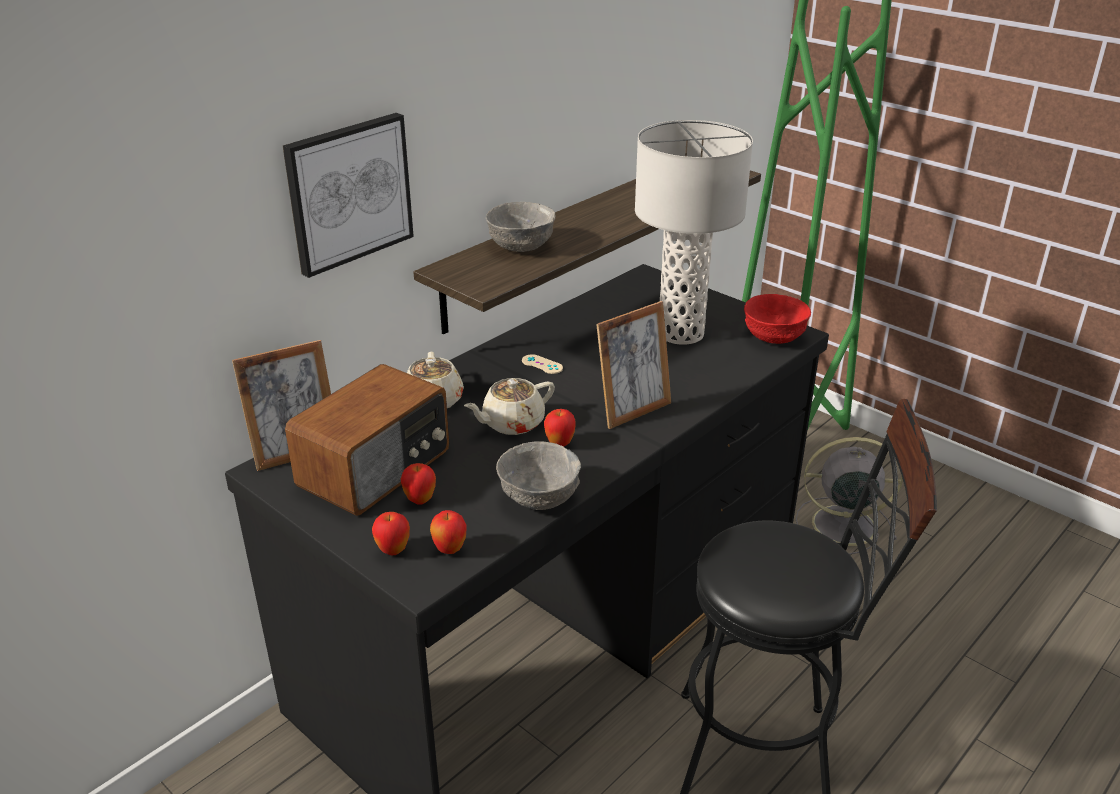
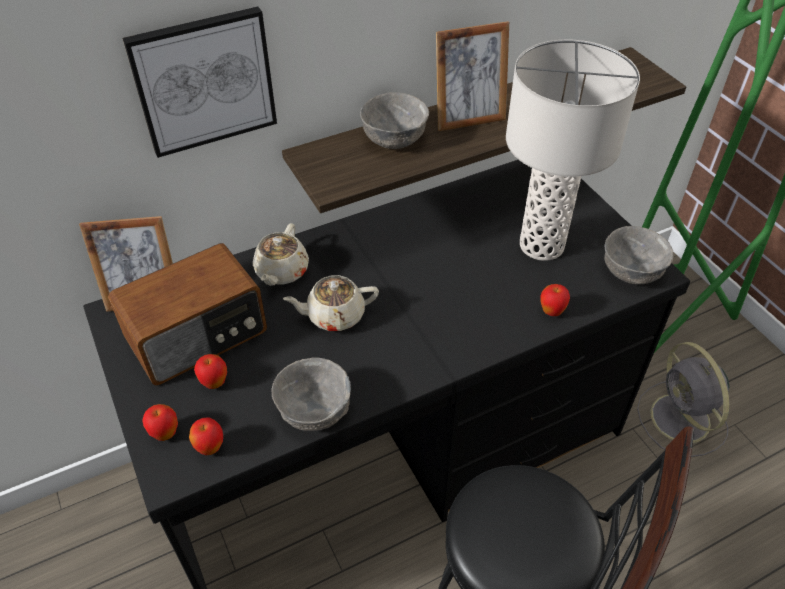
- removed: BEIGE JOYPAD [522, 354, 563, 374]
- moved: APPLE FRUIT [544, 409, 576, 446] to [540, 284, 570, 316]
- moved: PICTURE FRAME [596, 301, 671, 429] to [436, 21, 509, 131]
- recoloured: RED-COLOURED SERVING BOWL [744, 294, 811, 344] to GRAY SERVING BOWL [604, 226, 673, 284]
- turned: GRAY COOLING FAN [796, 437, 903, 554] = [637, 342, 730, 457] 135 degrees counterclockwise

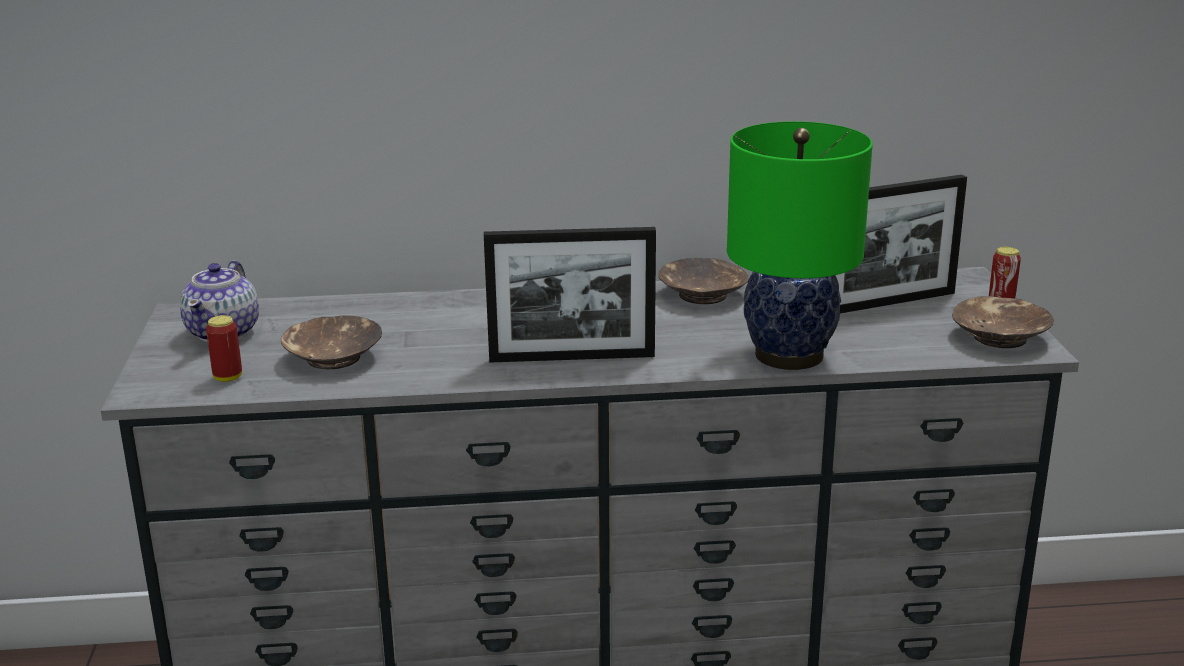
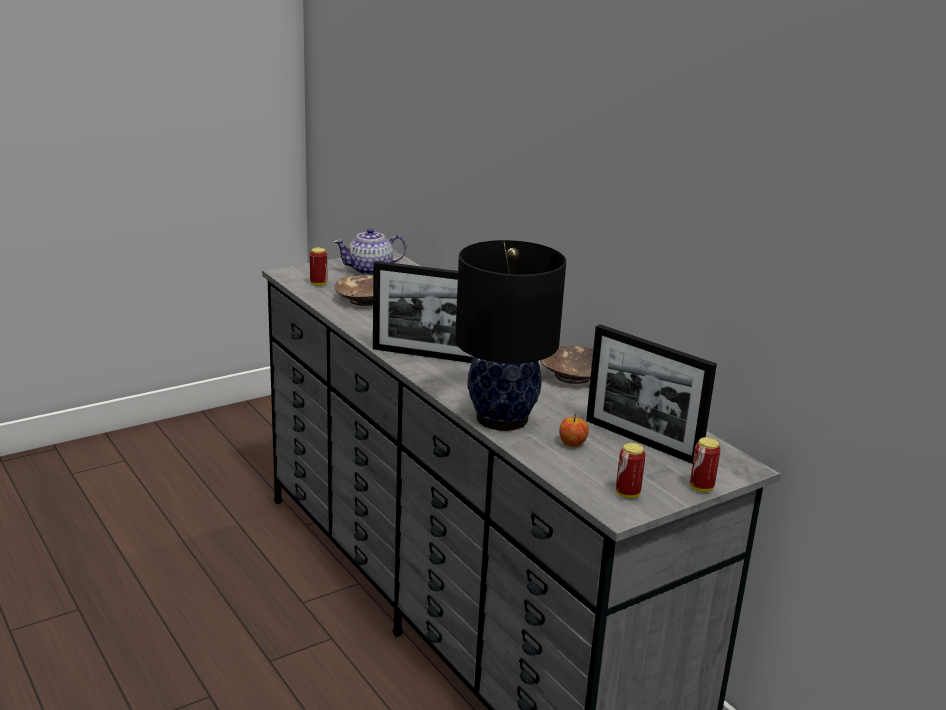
- added: APPLE FRUIT [559, 414, 589, 447]
- replaced: BROWN SERVING BOWL [952, 296, 1054, 348] to METAL CAN [616, 443, 645, 498]
- recoloured: GREEN TABLETOP LAMP [727, 121, 873, 370] to BLACKISH TABLETOP LAMP [455, 240, 566, 431]
- turned: PICTURE FRAME [484, 227, 656, 362] = [373, 261, 474, 363] 45 degrees counterclockwise

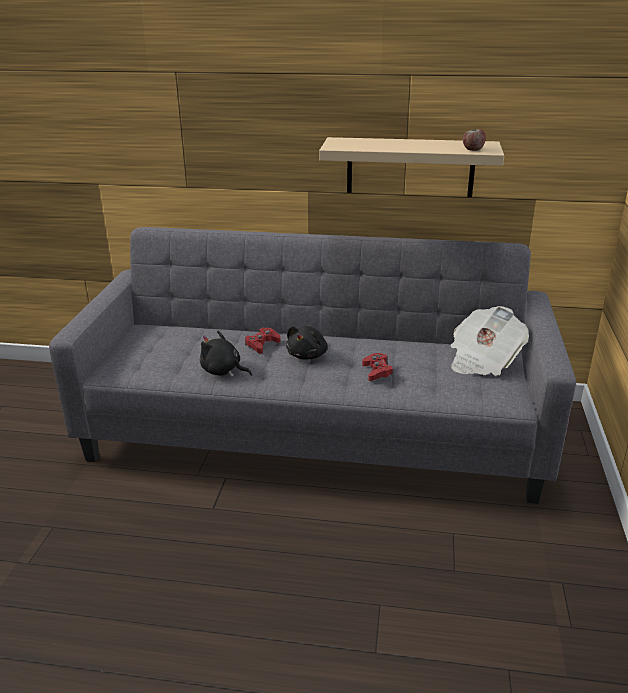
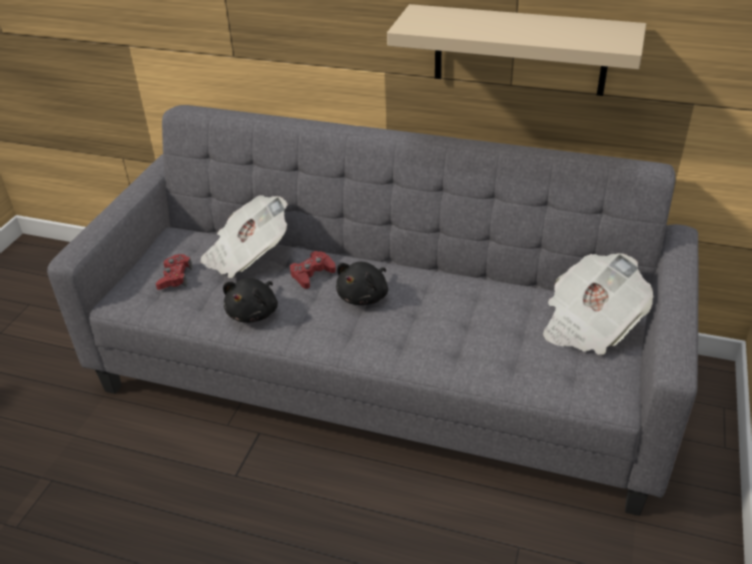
- removed: APPLE FRUIT [463, 129, 486, 151]
- added: NEWSPAPER [201, 195, 288, 278]
- moved: RED-COLOURED JOYPAD [362, 353, 393, 381] to [156, 254, 193, 290]
- turned: BLACKISH CUDDLY TOY [200, 331, 252, 377] = [223, 278, 278, 323] 105 degrees counterclockwise

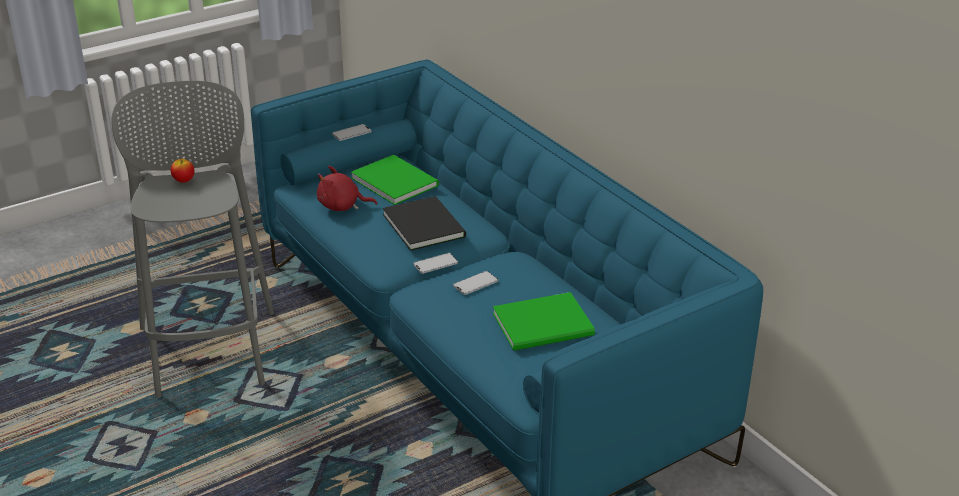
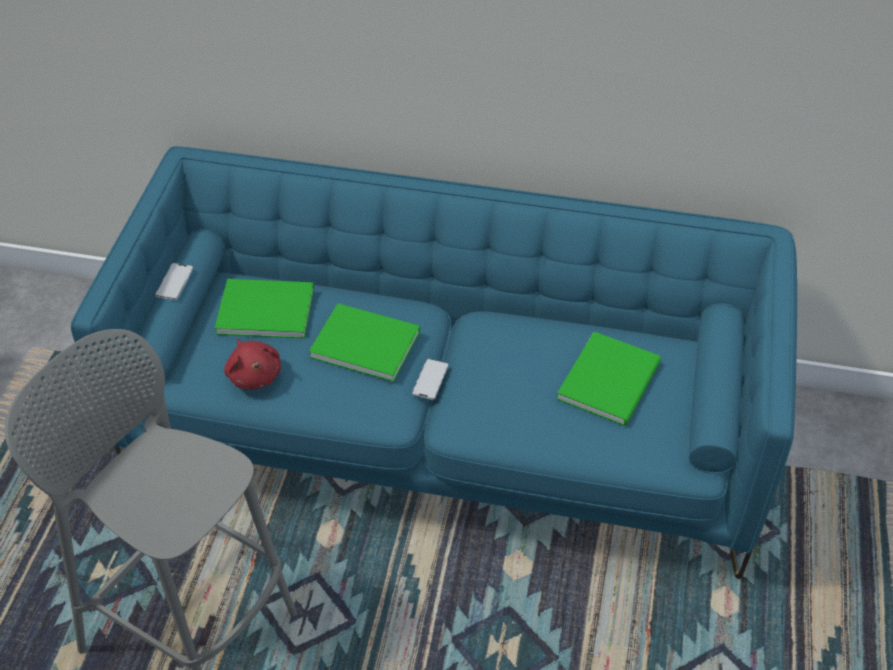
- removed: APPLE FRUIT [171, 159, 194, 183]
- removed: HANDSET [453, 271, 498, 295]
- recoloured: BLACKISH BOUND BOOK [383, 196, 466, 251] to GREEN BOUND BOOK [309, 303, 421, 382]
- turned: RED-COLOURED CUDDLY TOY [317, 166, 377, 211] = [224, 339, 281, 390] 75 degrees counterclockwise

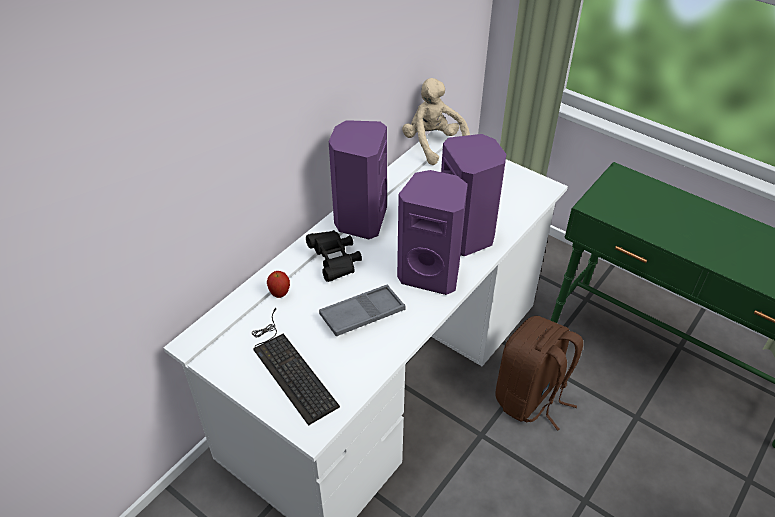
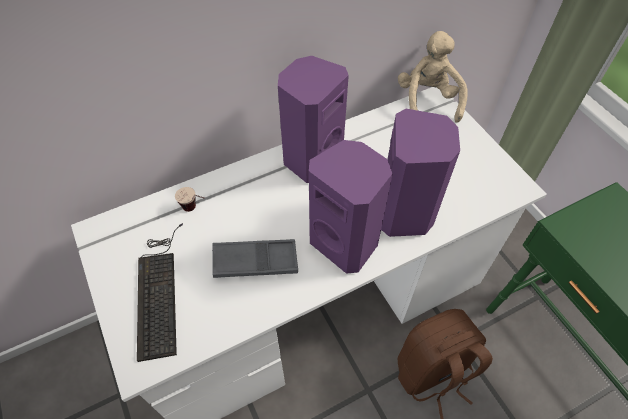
- removed: BLACKISH FIELD GLASSES [306, 230, 362, 282]
- replaced: APPLE FRUIT [267, 271, 290, 298] to SMALL CUP [175, 187, 204, 212]

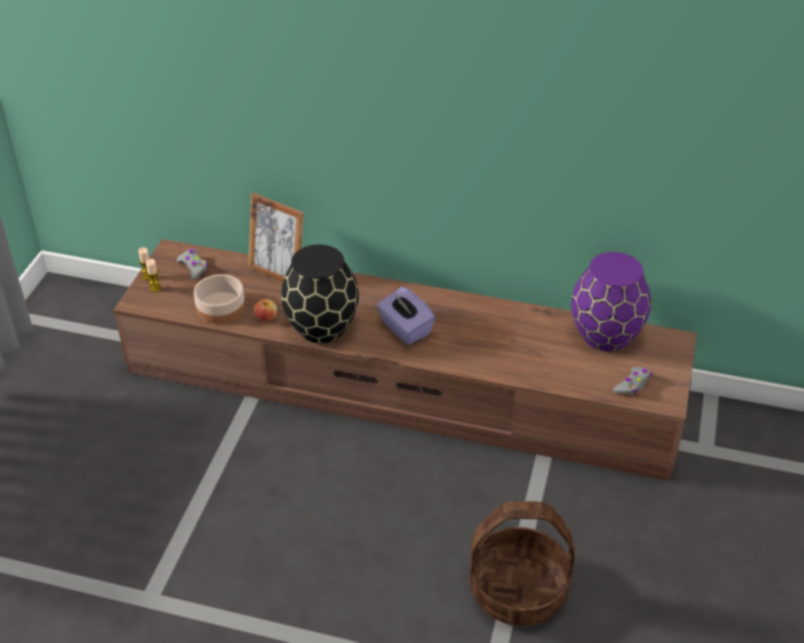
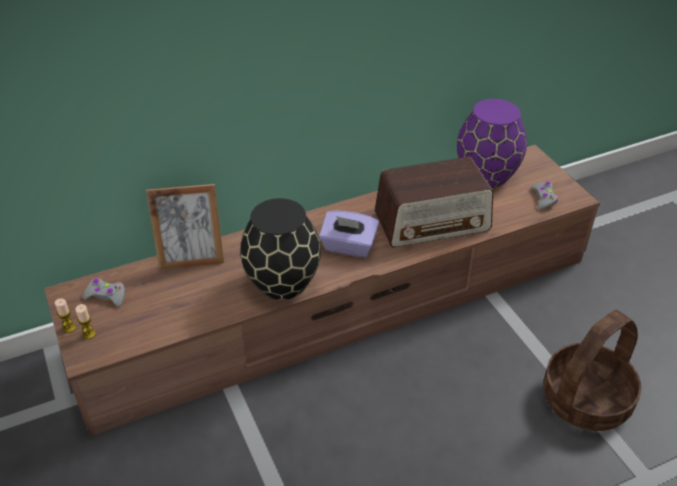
- removed: SERVING BOWL [194, 274, 245, 324]
- removed: APPLE FRUIT [254, 299, 277, 322]
- added: RADIO SET [375, 157, 493, 247]

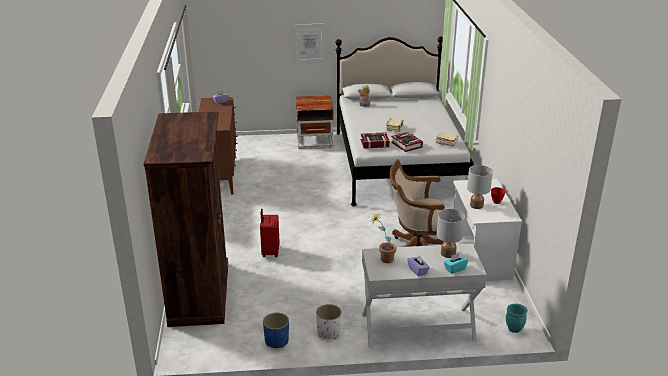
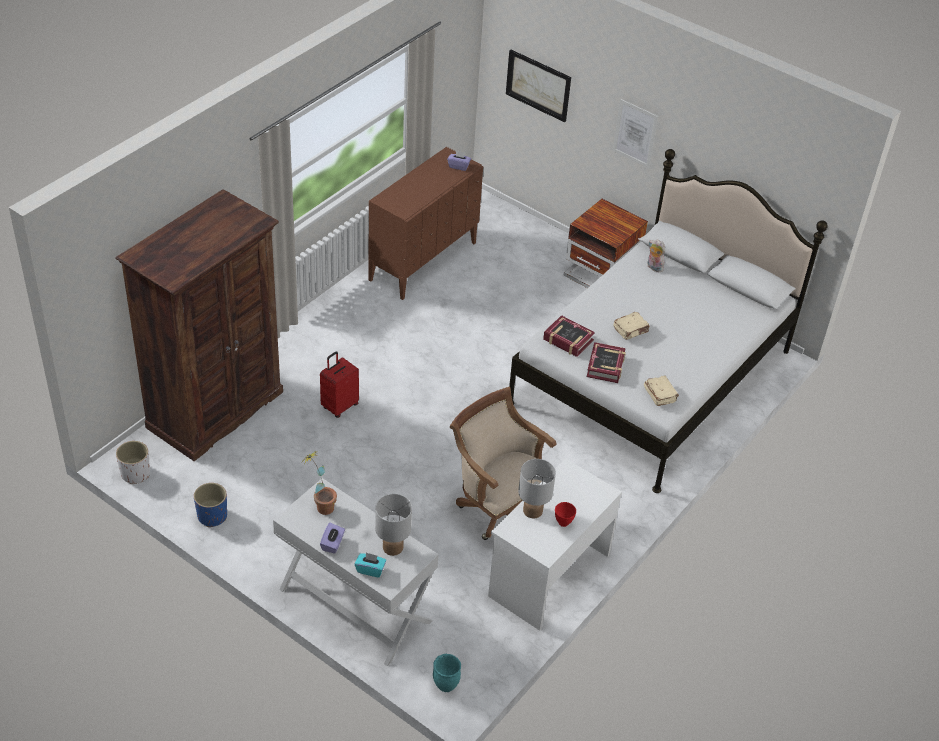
- added: WALL ART [506, 50, 571, 122]
- moved: WHITE-COLOURED FLOWER POT [316, 304, 342, 339] to [116, 441, 150, 484]

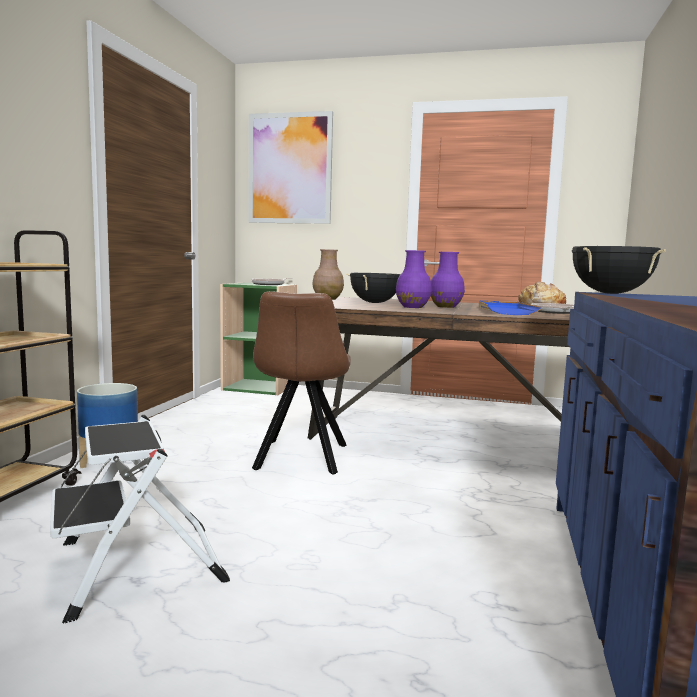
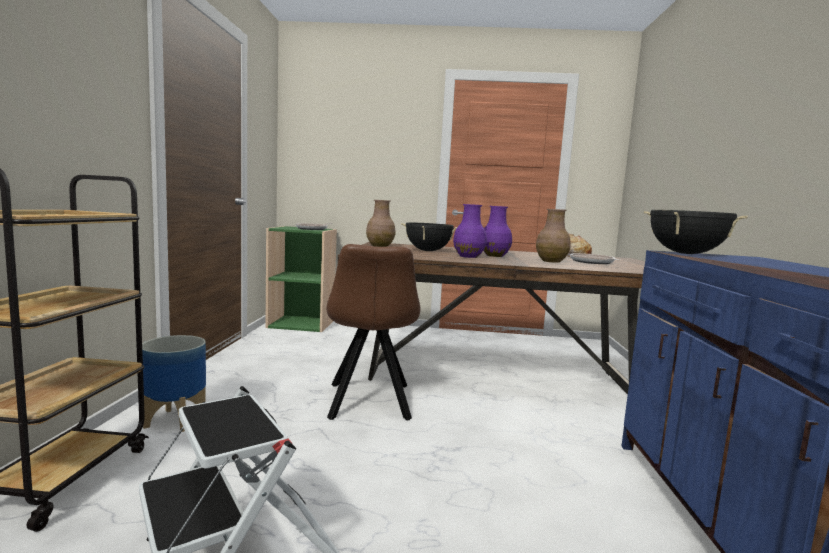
- removed: WALL ART [248, 111, 333, 224]
- replaced: BLUE-COLOURED CARRYING TRAY [479, 301, 541, 315] to BROWN DECORATIVE VASE [536, 209, 571, 263]

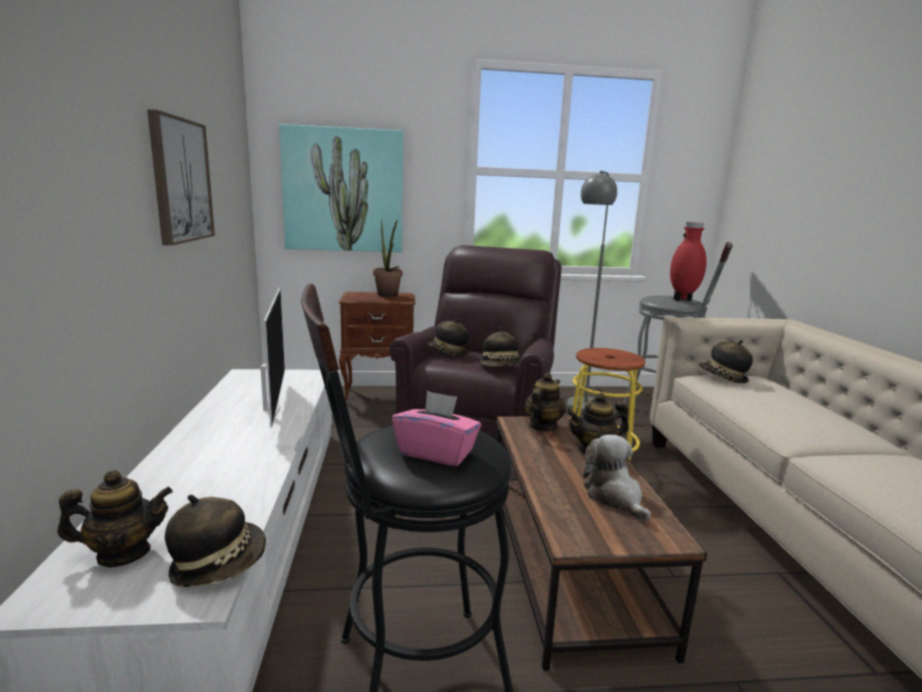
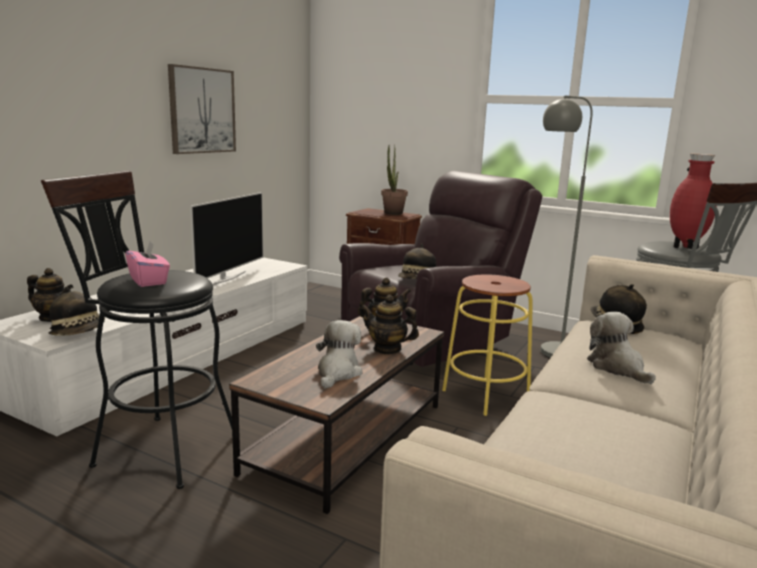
- removed: WALL ART [279, 124, 403, 252]
- removed: HAT [428, 318, 469, 356]
- added: CUDDLY TOY [587, 312, 656, 384]

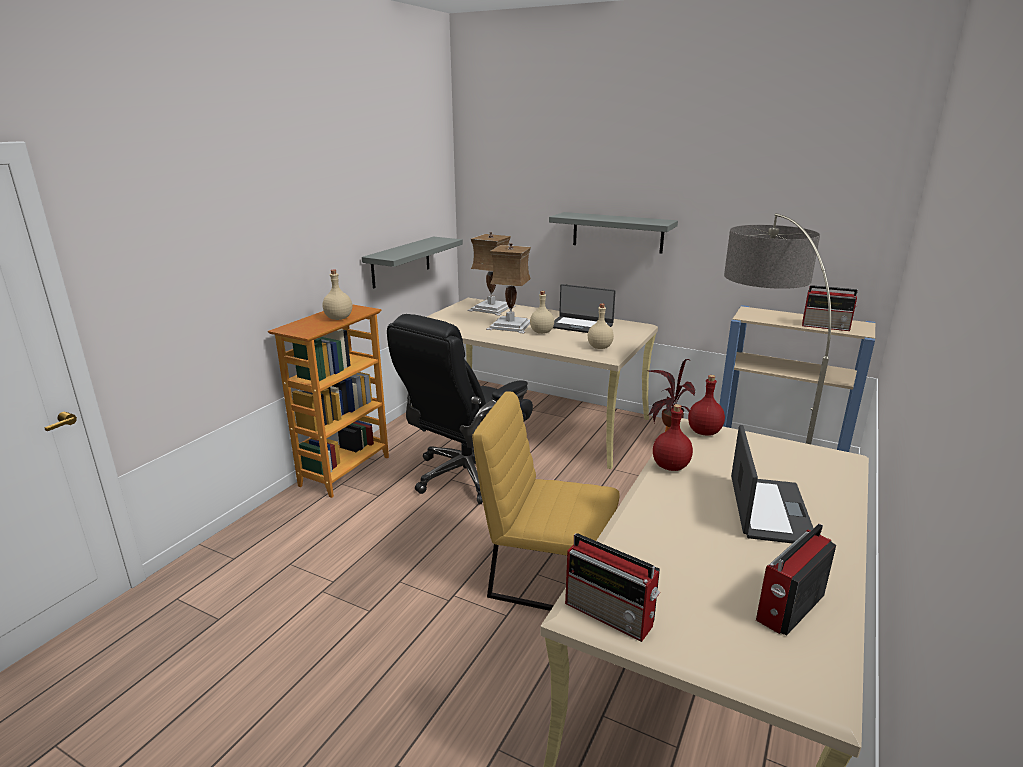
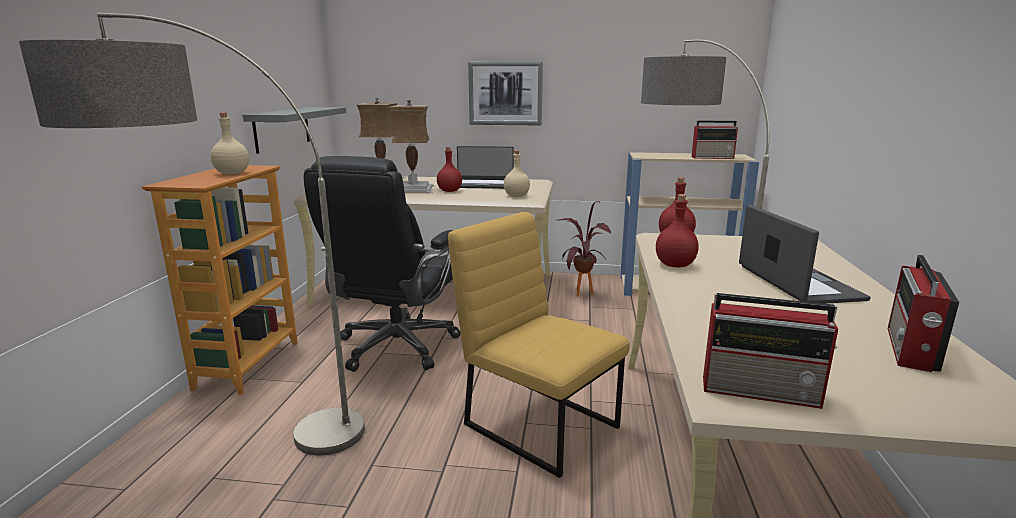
- added: STANDARD LAMP [19, 13, 365, 455]
- replaced: GRAY WALL SHELF [549, 212, 678, 254] to WALL ART [468, 62, 543, 125]
- recoloured: BEIGE BOTTLE [530, 291, 554, 334] to RED-COLOURED BOTTLE [437, 147, 462, 192]
- turned: YELLOWISH PLAIN CHAIR [472, 391, 620, 611] = [448, 212, 630, 478] 45 degrees clockwise

